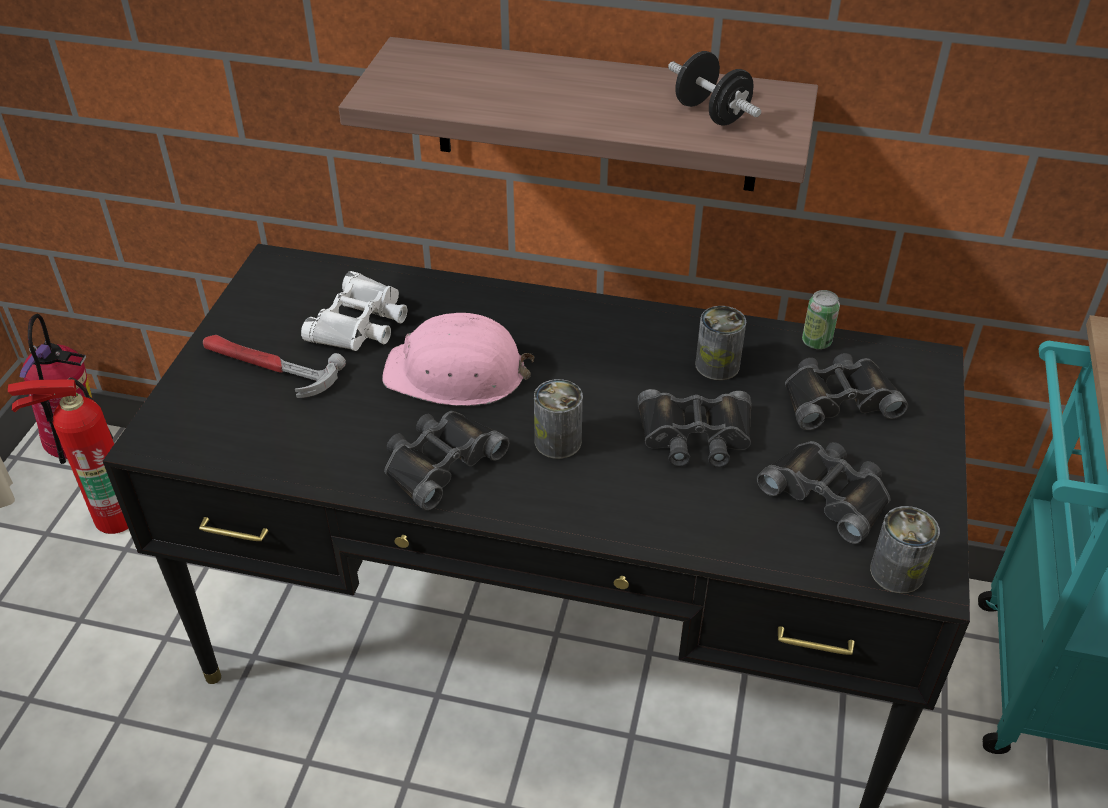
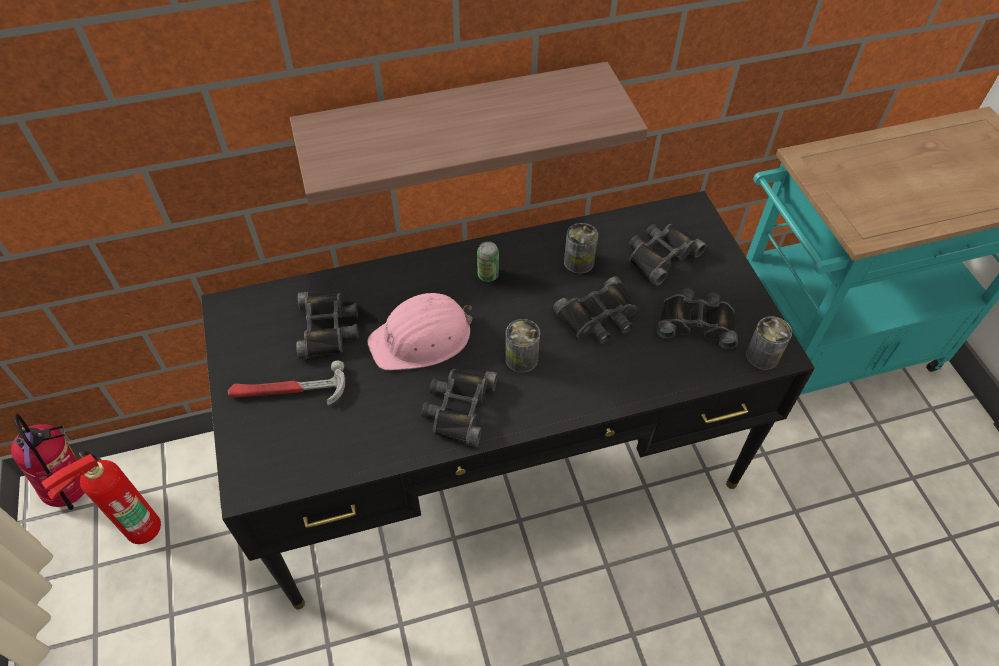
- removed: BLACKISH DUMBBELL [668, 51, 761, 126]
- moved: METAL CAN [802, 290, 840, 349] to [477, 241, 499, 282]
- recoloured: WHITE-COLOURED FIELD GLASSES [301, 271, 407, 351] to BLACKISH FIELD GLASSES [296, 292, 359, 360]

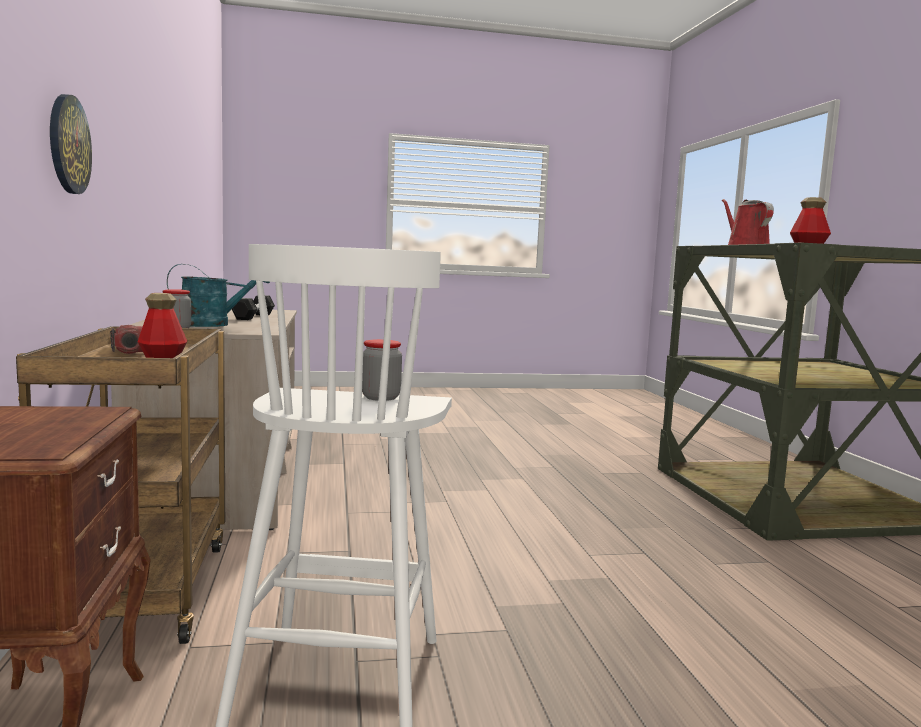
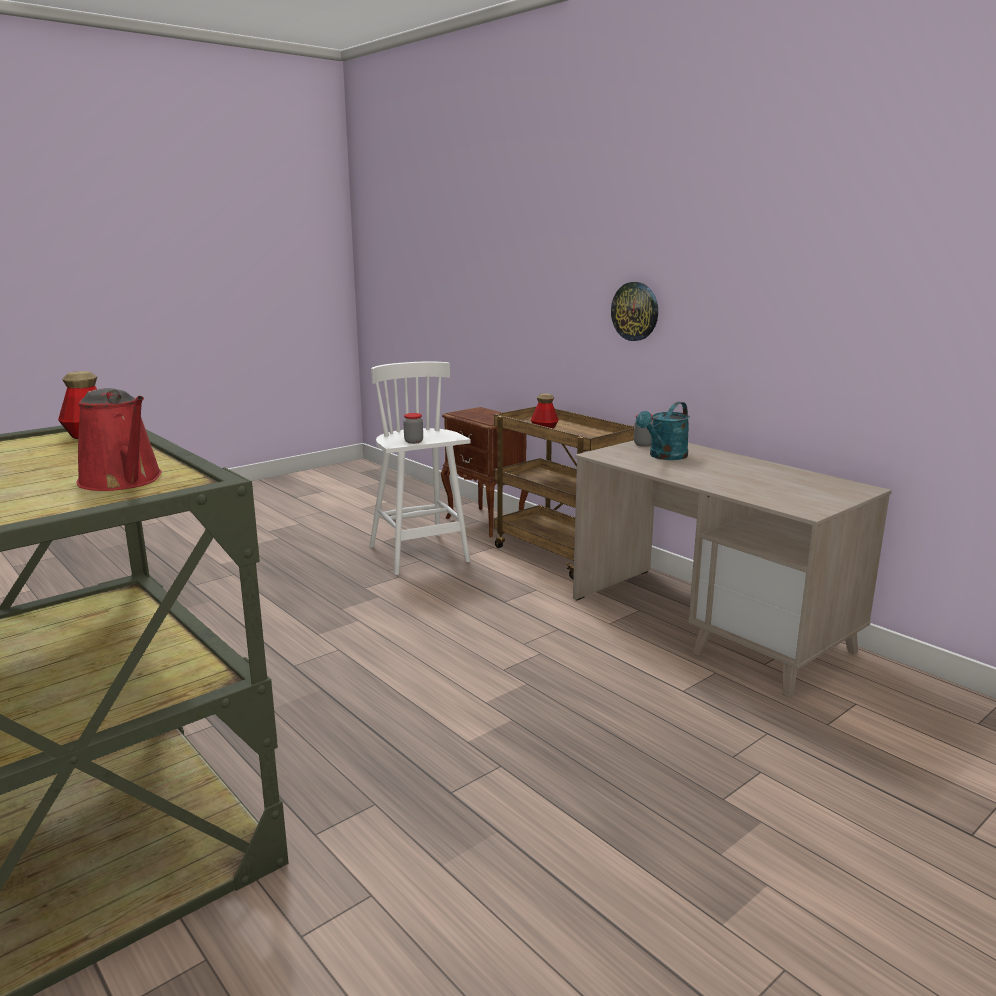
- removed: TORCH [110, 325, 143, 354]
- removed: BLACKISH DUMBBELL [232, 295, 275, 320]

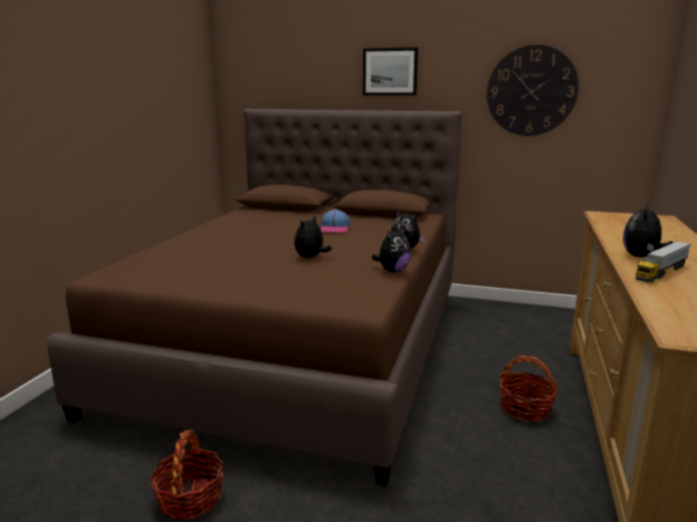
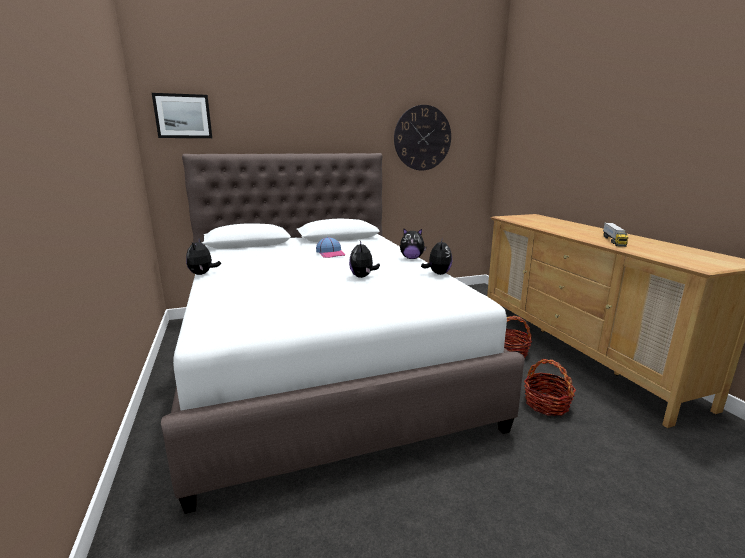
- moved: BASKET [149, 430, 224, 519] to [524, 359, 576, 416]
- moved: WALL ART [363, 47, 418, 96] to [152, 93, 212, 138]
- moved: CUDDLY TOY [623, 204, 673, 257] to [186, 238, 221, 275]
- recoloured: BROWN BEDROOM BED [46, 109, 462, 486] to WHITE-COLOURED BEDROOM BED [161, 153, 525, 514]

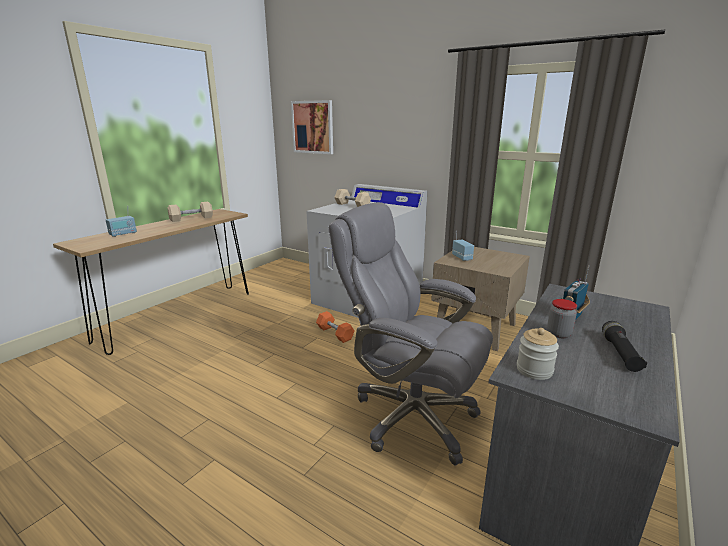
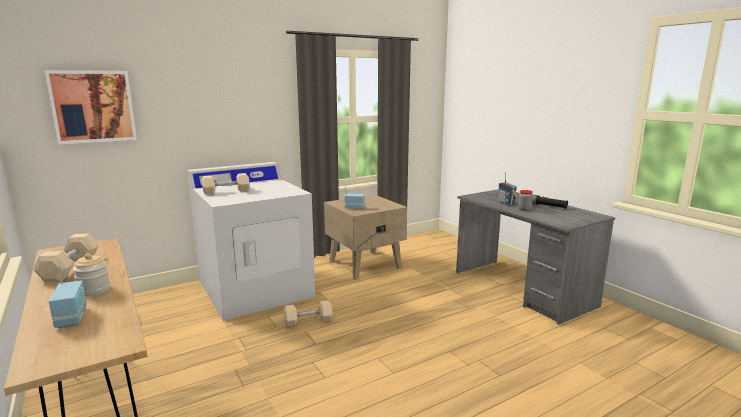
- removed: GRAY OFFICE CHAIR [328, 202, 493, 466]
- moved: STORAGE JAR [517, 328, 559, 380] to [73, 253, 110, 296]
- recoloured: ORANGE-COLOURED DUMBBELL [316, 311, 355, 343] to BEIGE DUMBBELL [284, 300, 333, 327]

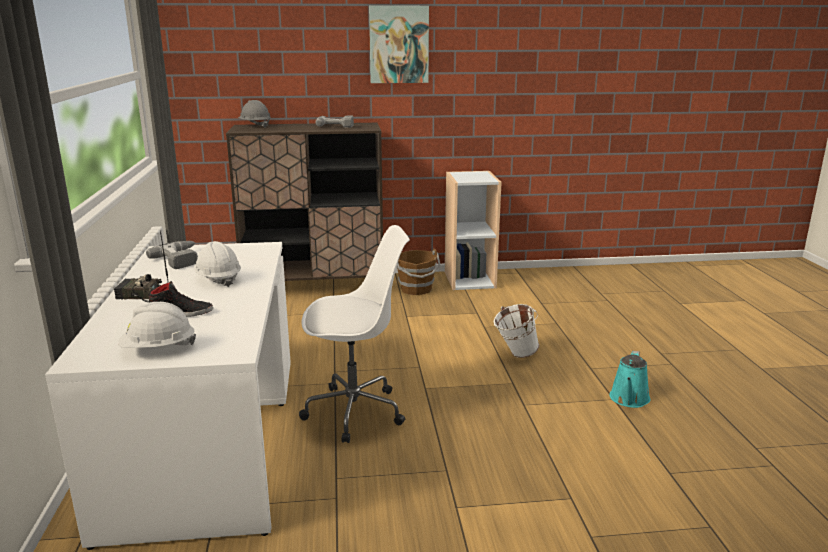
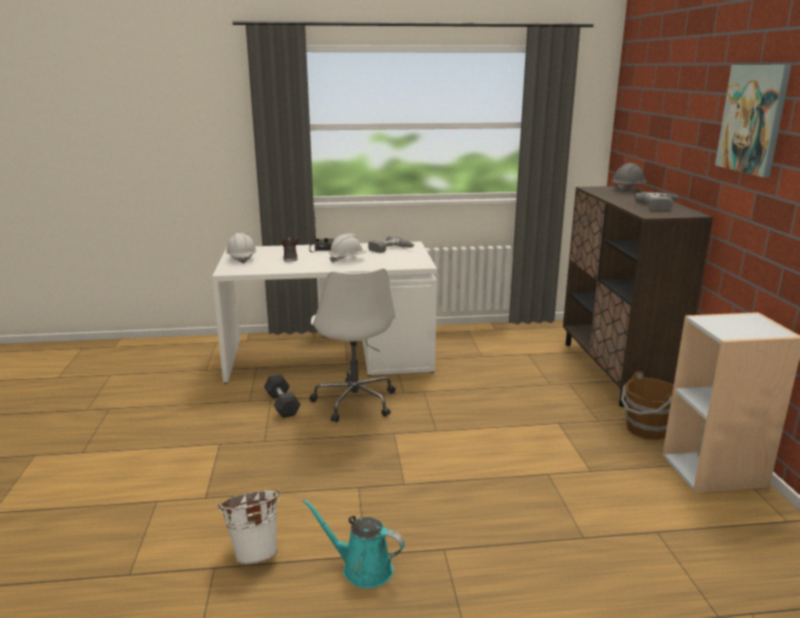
- added: GRAY DUMBBELL [264, 374, 301, 418]
- moved: WHITE-COLOURED PAIL [494, 304, 539, 358] to [217, 489, 281, 565]

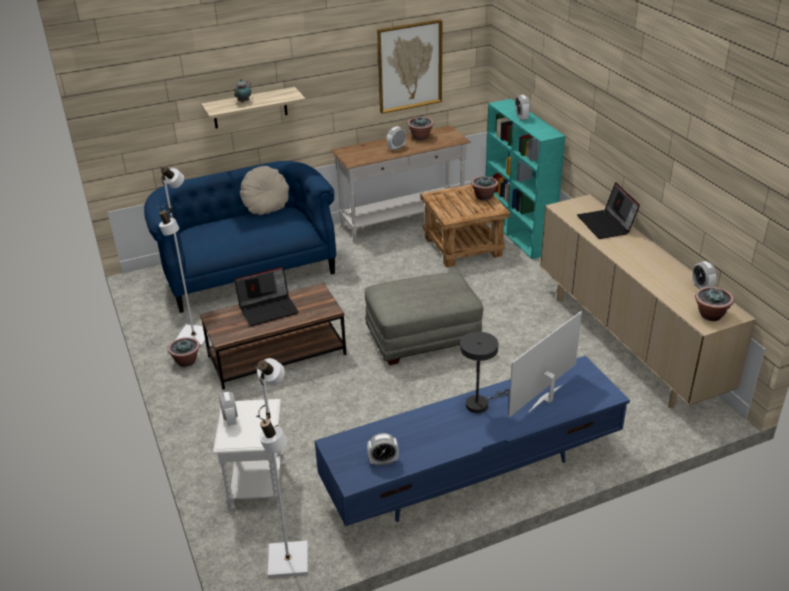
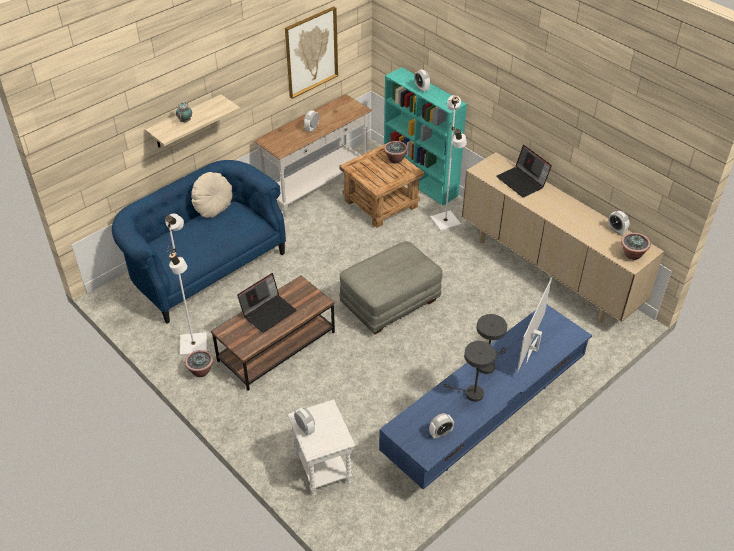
- removed: HOUSEPLANT [407, 117, 434, 140]
- added: GRAY TABLETOP LAMP [443, 341, 496, 402]
- moved: WHITE-COLOURED STANDARD LAMP [254, 358, 308, 578] to [430, 95, 467, 232]

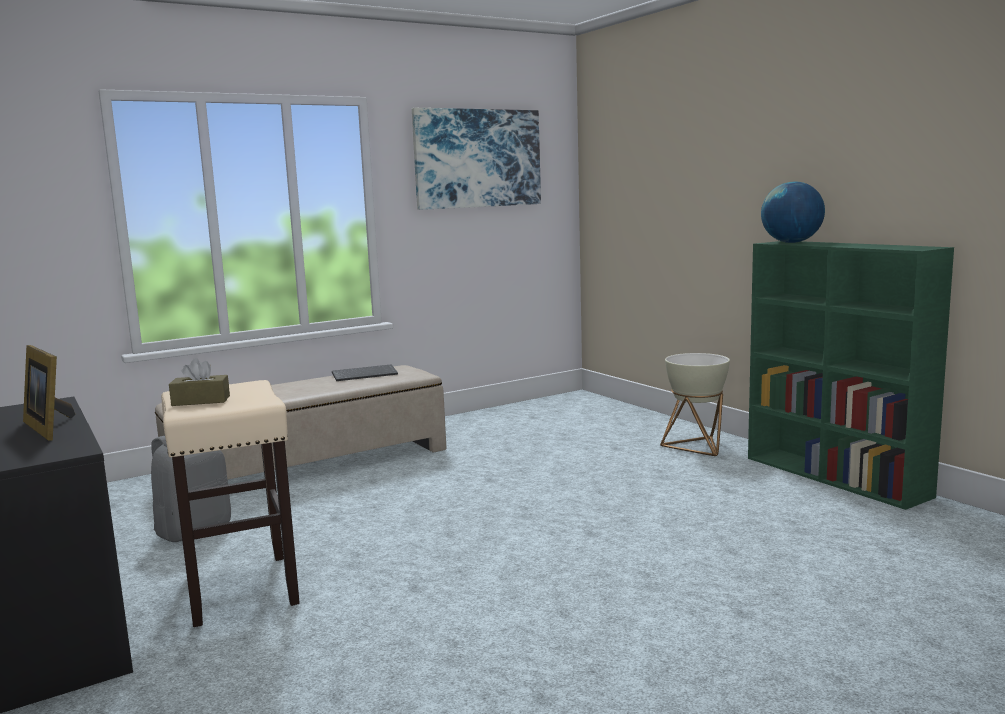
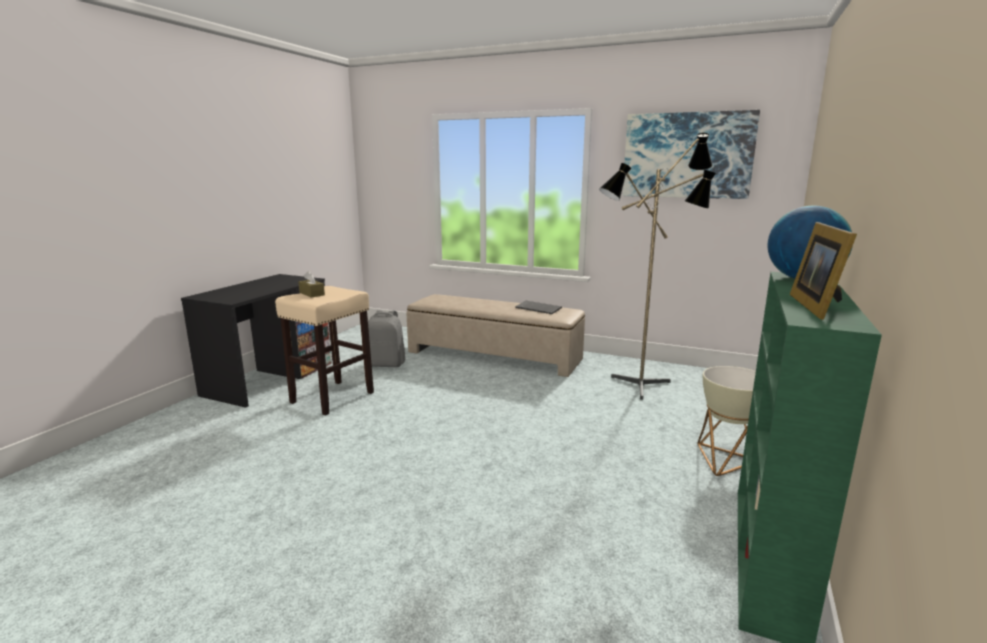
- added: STANDARD LAMP [599, 133, 716, 400]
- moved: PICTURE FRAME [23, 345, 75, 441] to [790, 222, 857, 320]

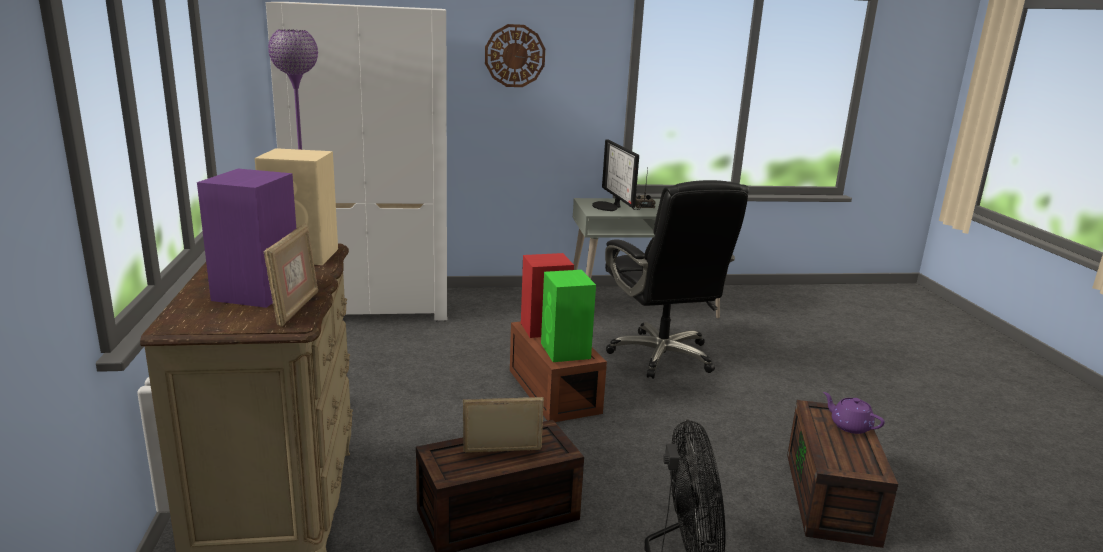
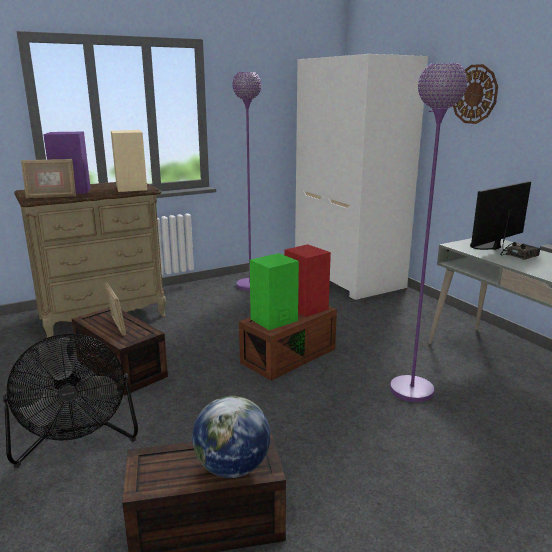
- replaced: BLACKISH OFFICE CHAIR [605, 180, 749, 379] to PURPLE STANDARD LAMP [390, 63, 468, 402]
- replaced: PURPLE TEA POT [823, 392, 885, 434] to DESK GLOBE [192, 396, 271, 478]

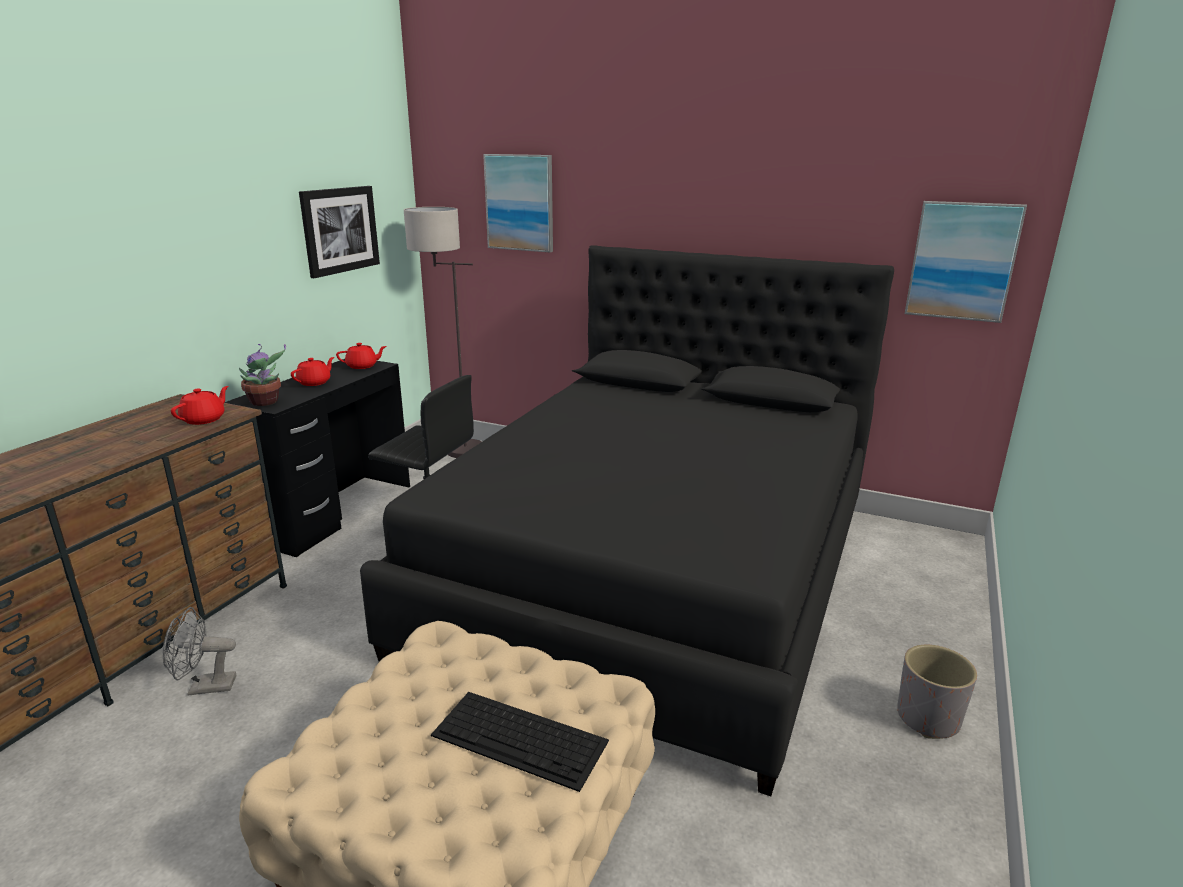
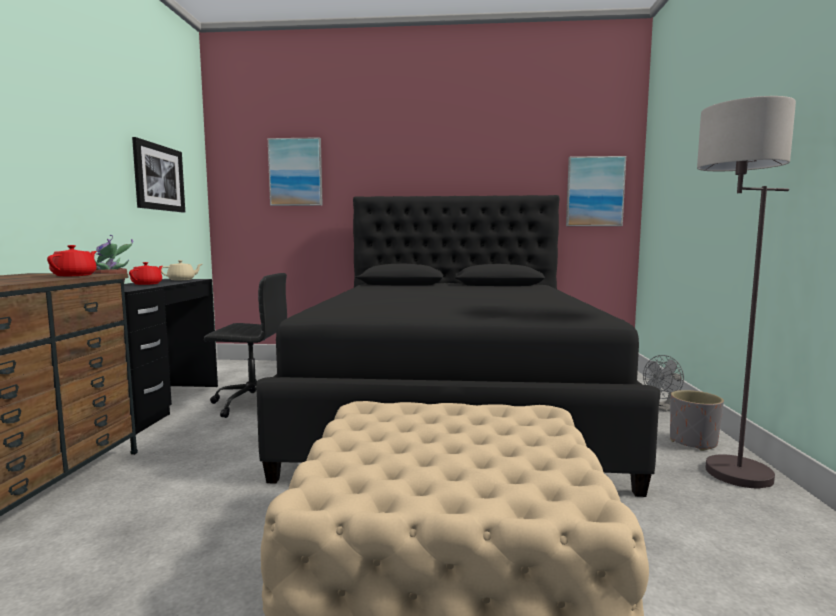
- removed: KEYBOARD [431, 692, 609, 792]
- moved: GRAY COOLING FAN [162, 607, 236, 696] to [643, 355, 684, 412]
- moved: GRAY STANDARD LAMP [404, 207, 482, 458] to [697, 96, 796, 489]
- recoloured: RED-COLOURED TEA POT [336, 343, 387, 369] to BEIGE TEA POT [161, 260, 202, 280]

